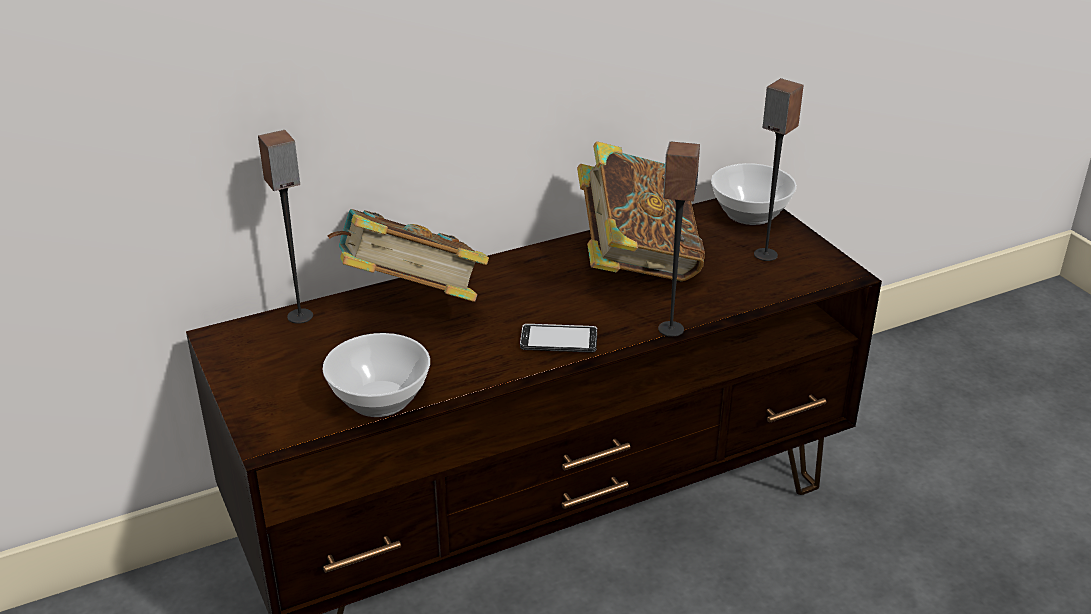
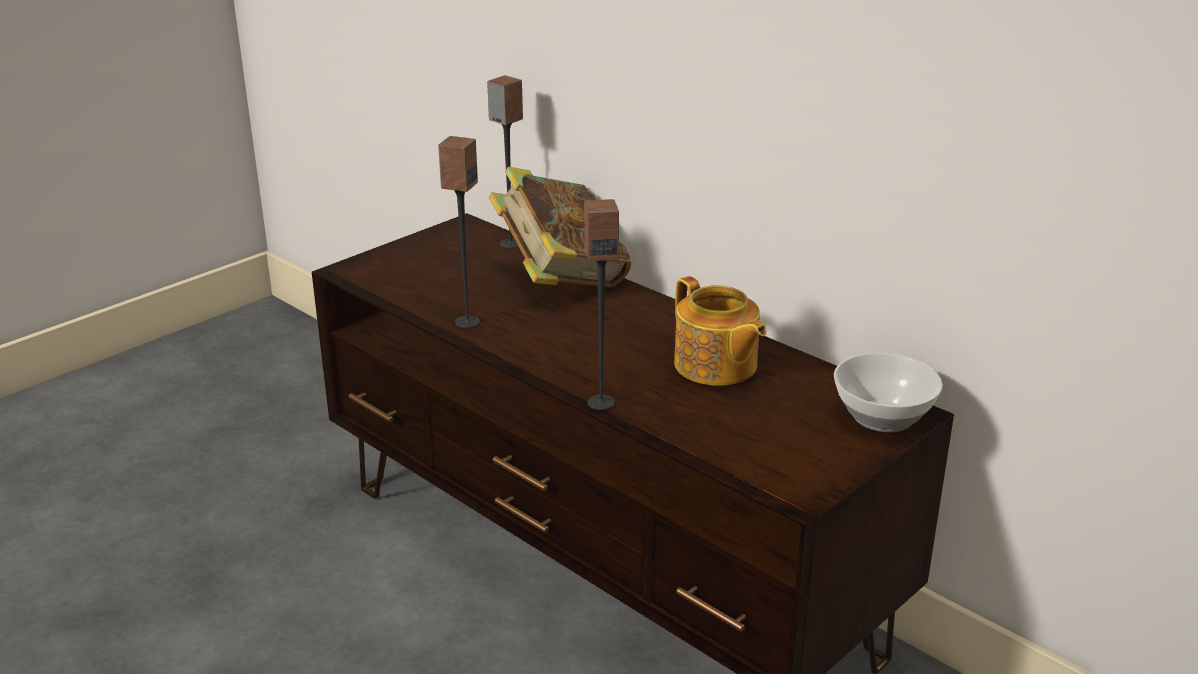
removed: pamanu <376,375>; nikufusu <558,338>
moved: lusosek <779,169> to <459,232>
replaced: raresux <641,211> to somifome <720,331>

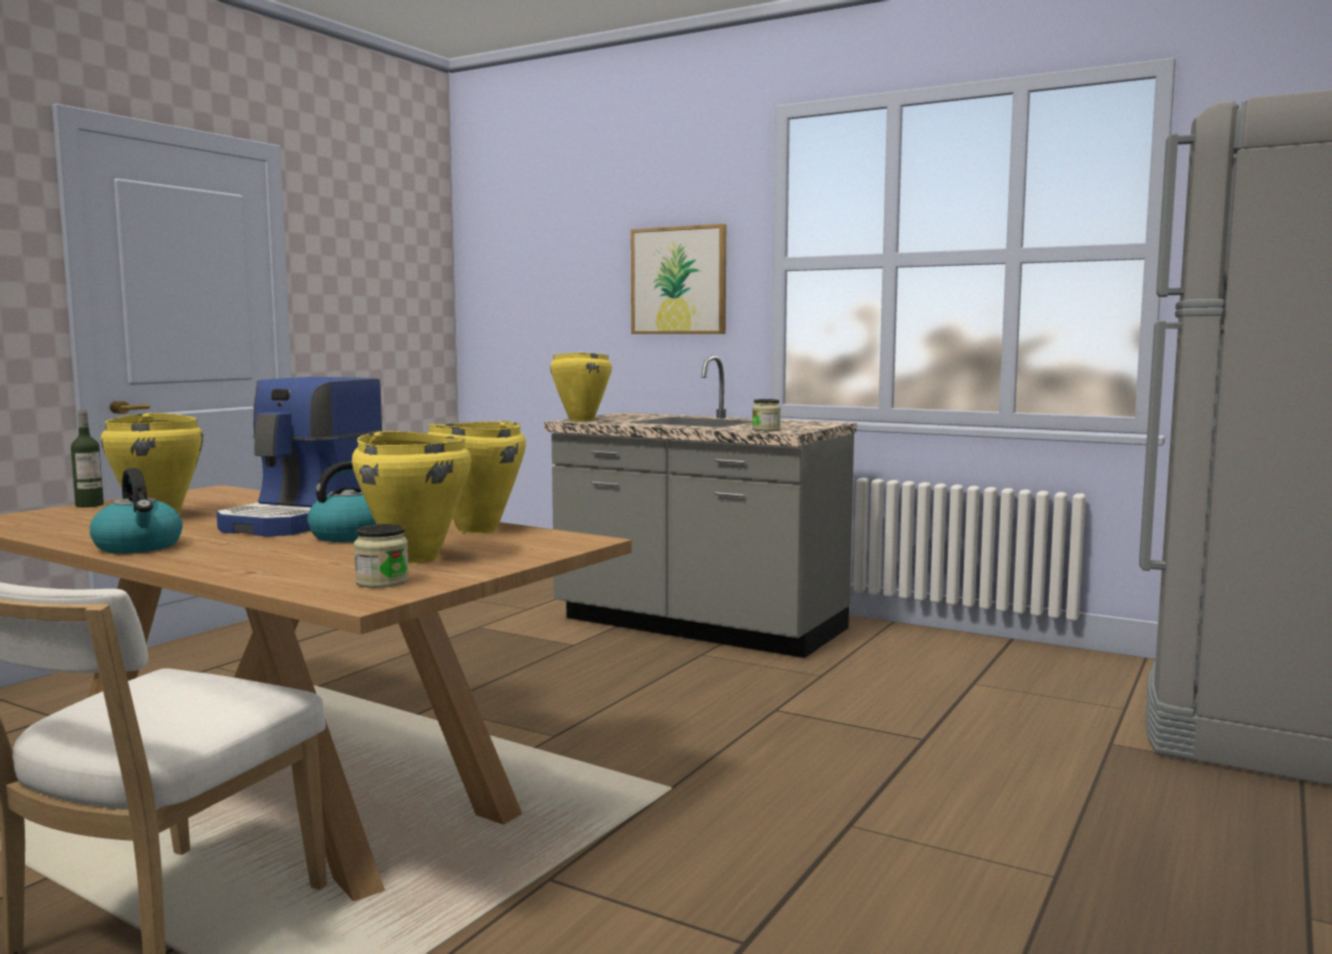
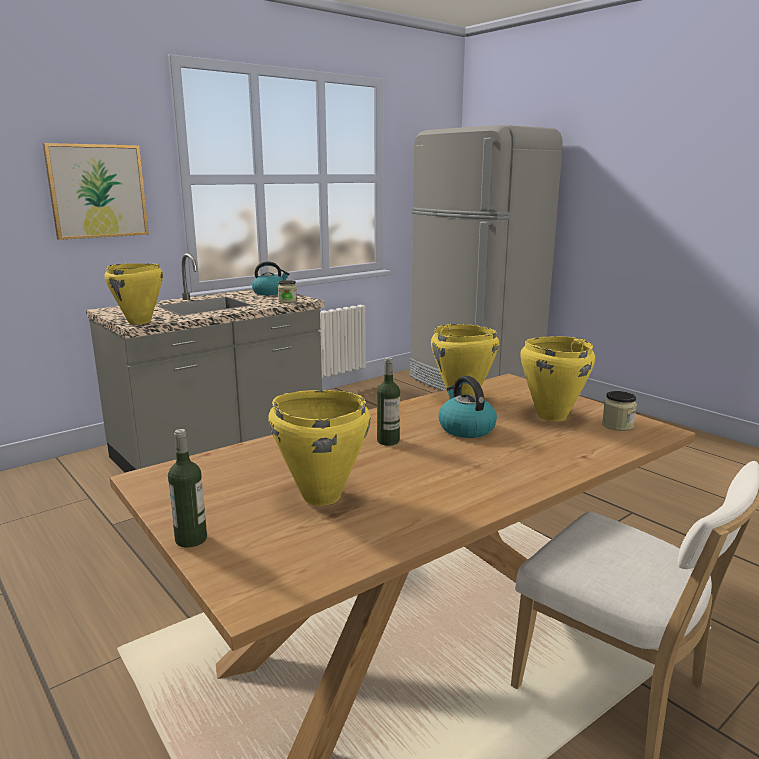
moved: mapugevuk <136,510> to <270,278>
replaced: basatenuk <300,456> to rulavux <388,402>

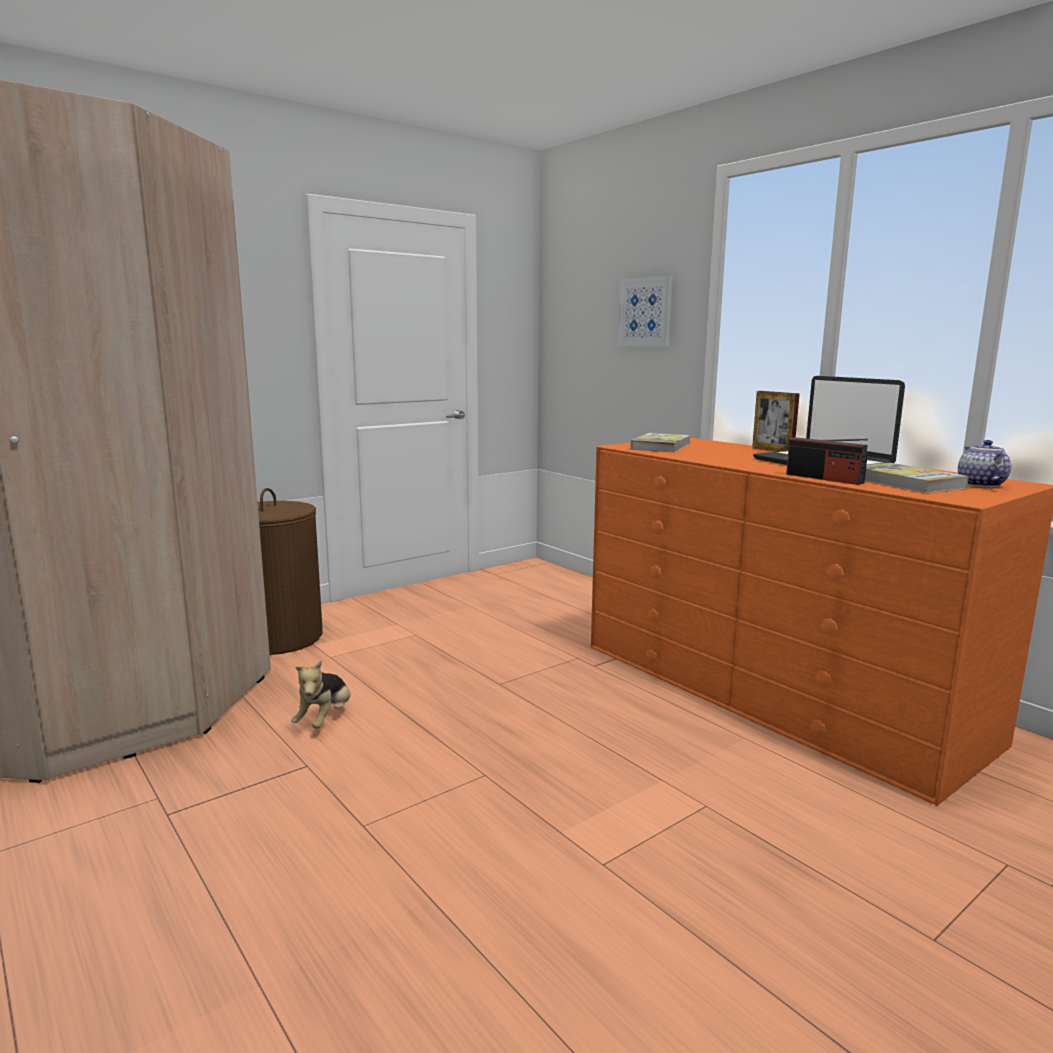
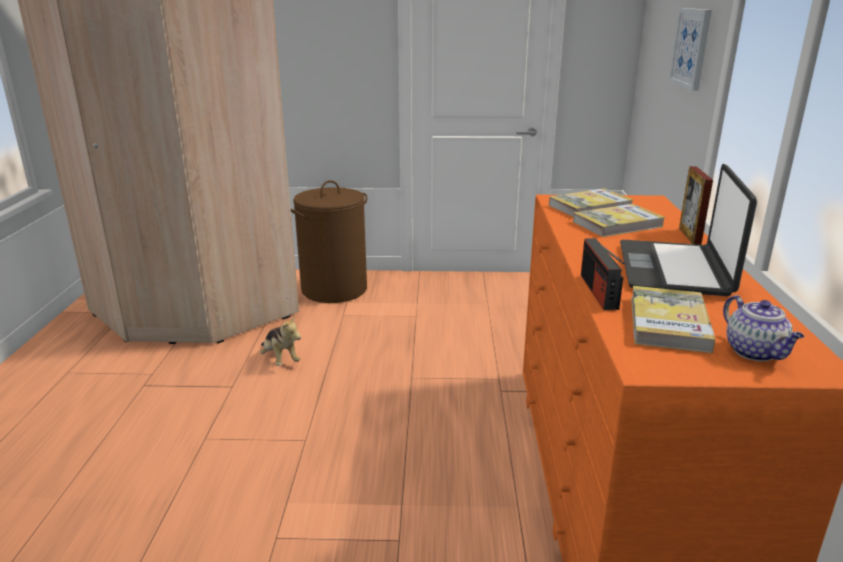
added: raresux <619,220>
turned: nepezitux <320,694> = <280,340> 90 degrees counterclockwise; somifome <984,463> = <763,328> 120 degrees clockwise

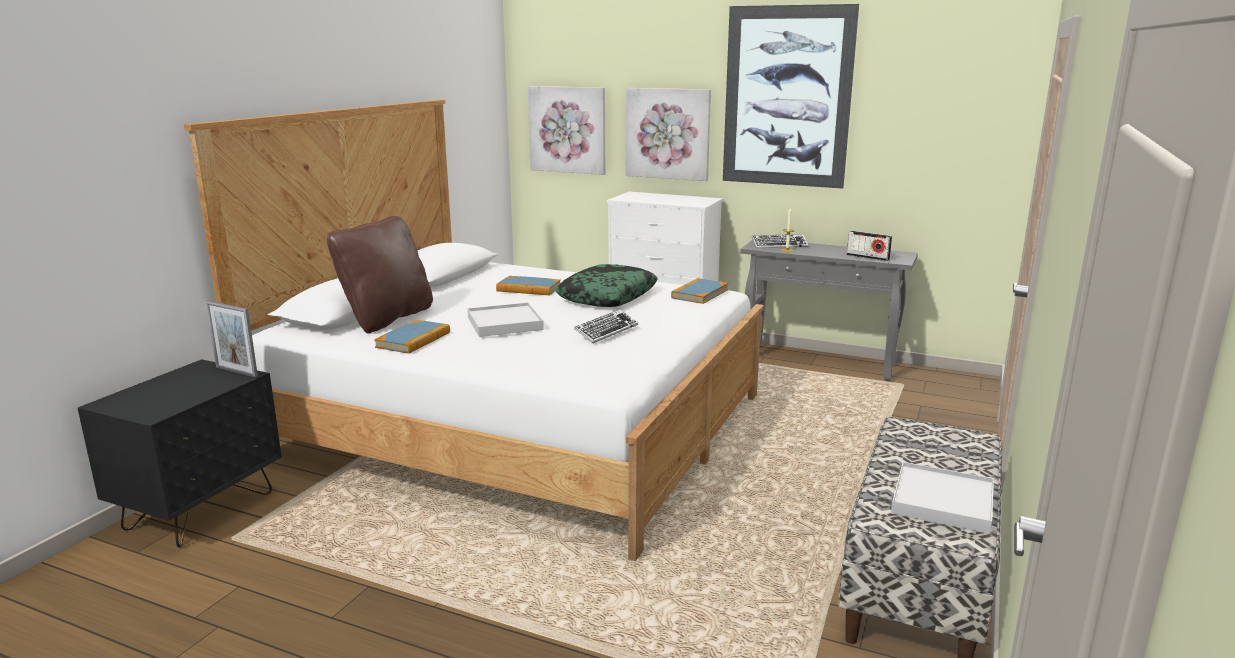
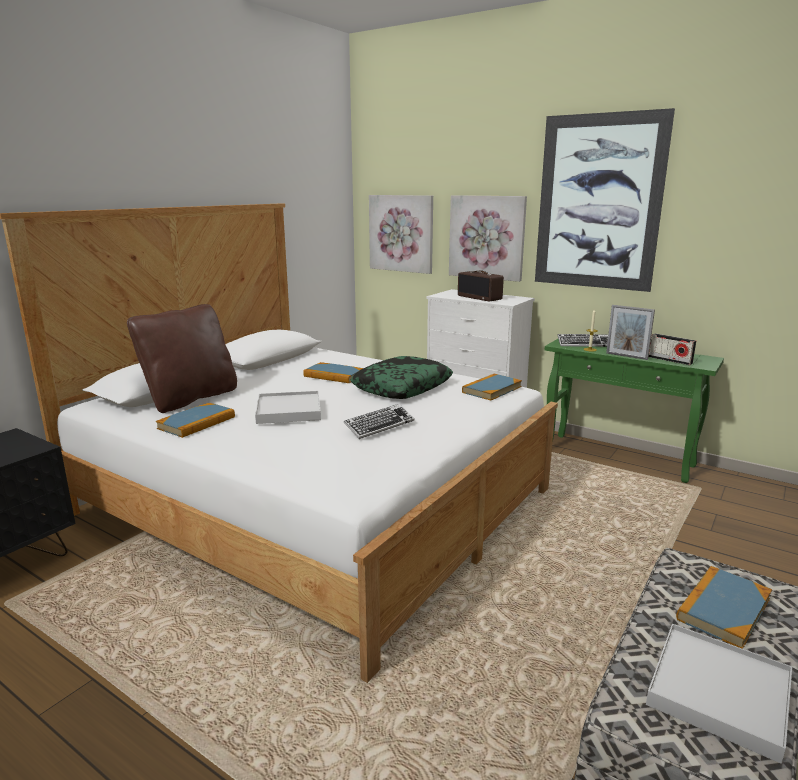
added: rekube <481,285>; raresux <724,607>
moved: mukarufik <231,339> to <630,332>
recoloured: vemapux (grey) <829,310> to vemapux (green) <634,411>

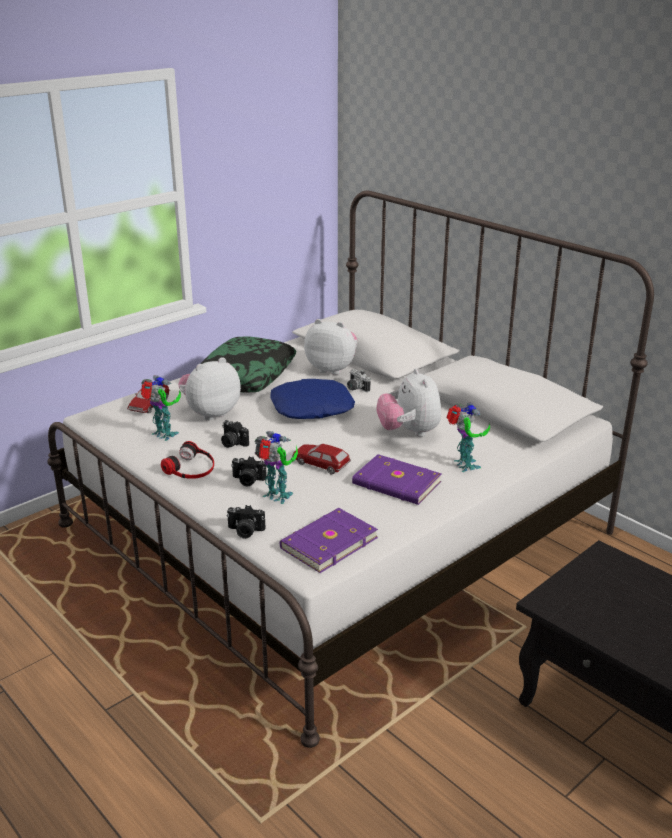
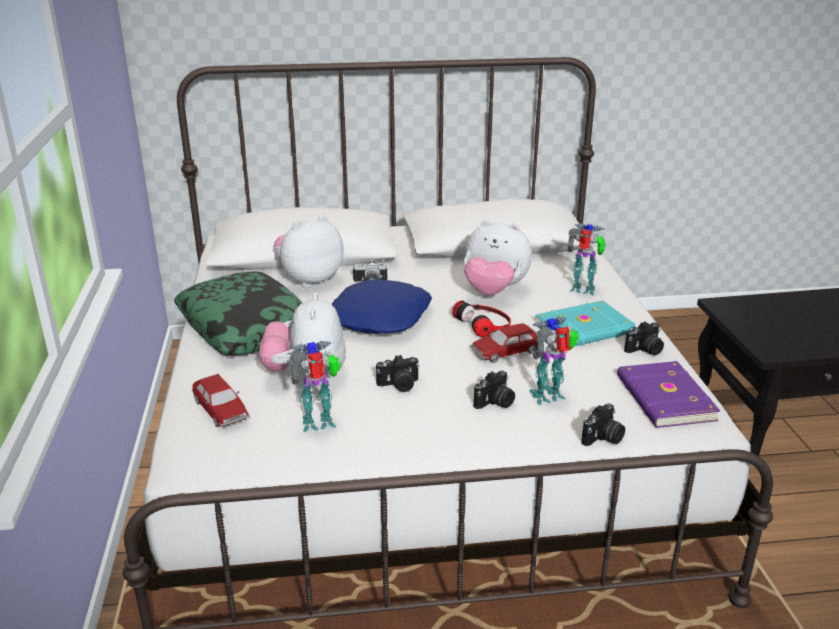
added: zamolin <644,338>
moved: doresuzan <187,460> to <481,318>
recoloured: raresux (purple) <397,479> to raresux (turquoise) <584,323>

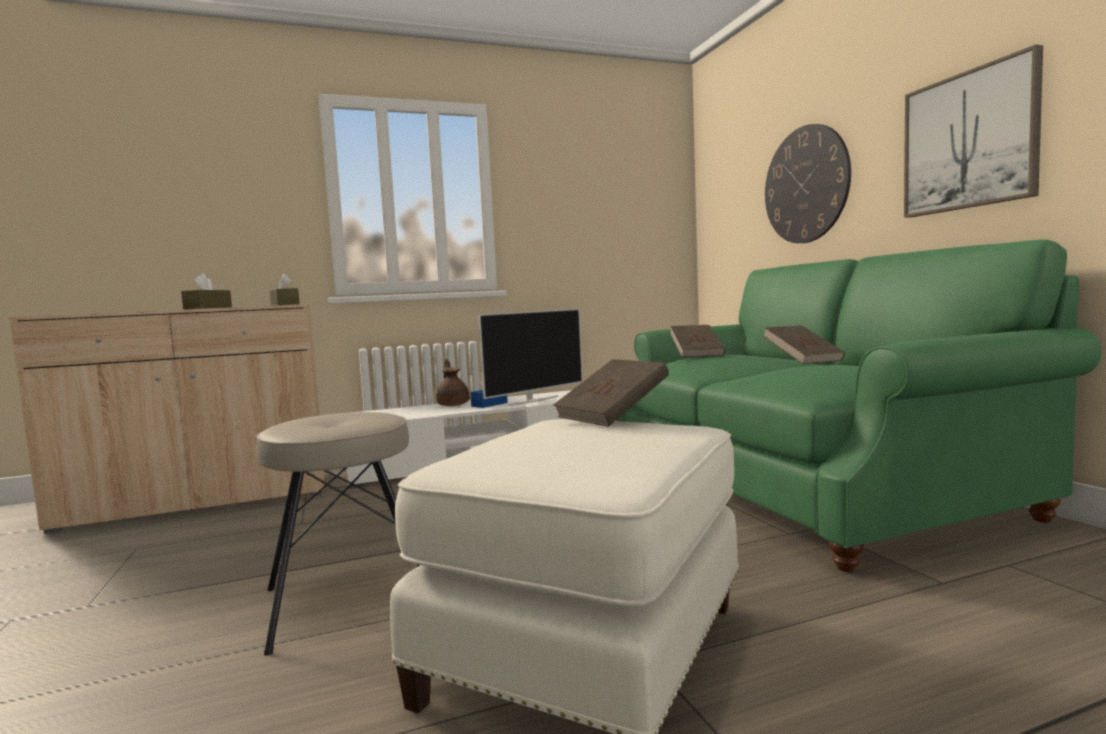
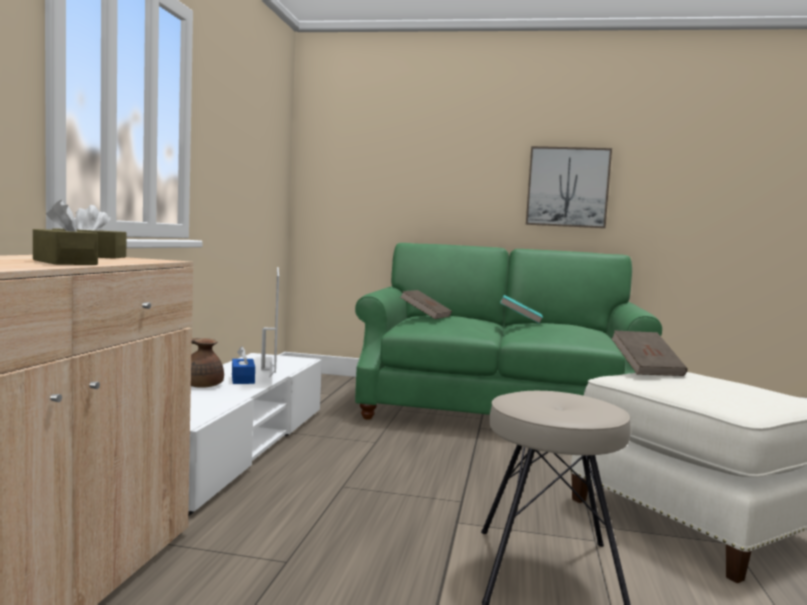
removed: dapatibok <808,183>
recoloured: raresux (brown) <804,344> to raresux (turquoise) <521,309>

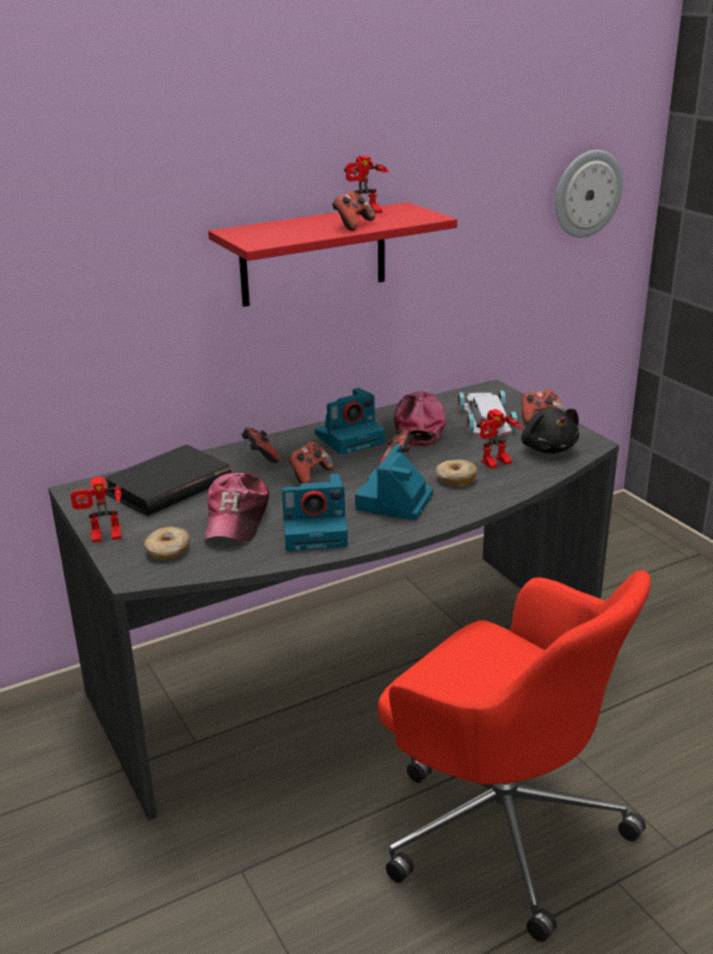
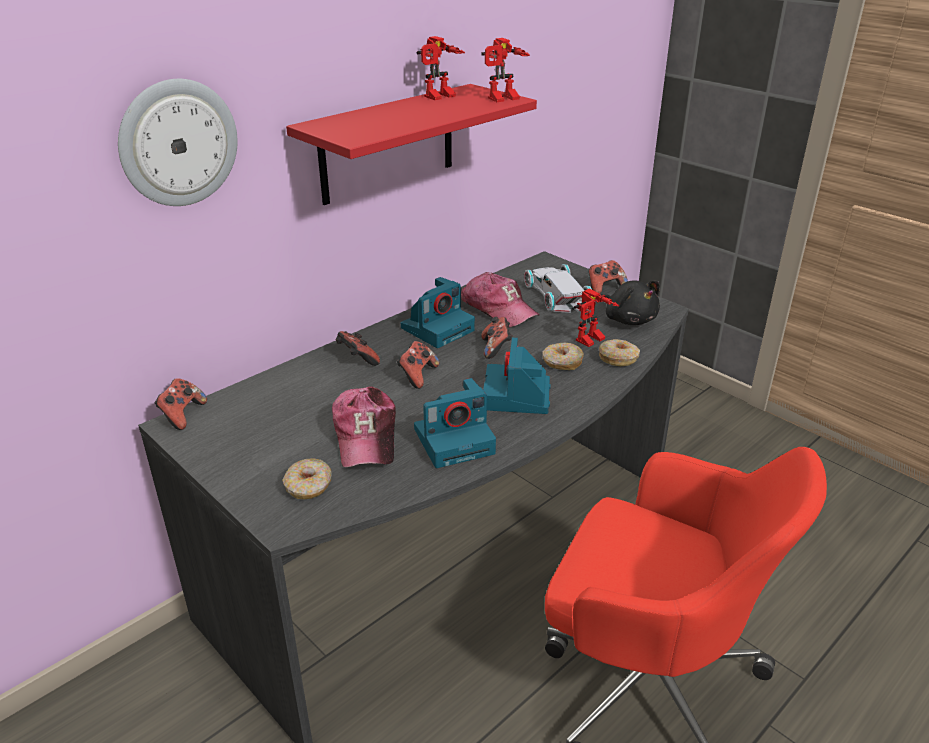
removed: raresux (black) <168,480>
added: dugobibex <619,352>
moved: dapatibok <589,194> to <178,142>; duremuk <353,211> to <181,404>; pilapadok <97,509> to <505,70>
turned: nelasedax <420,419> = <500,300> 150 degrees clockwise

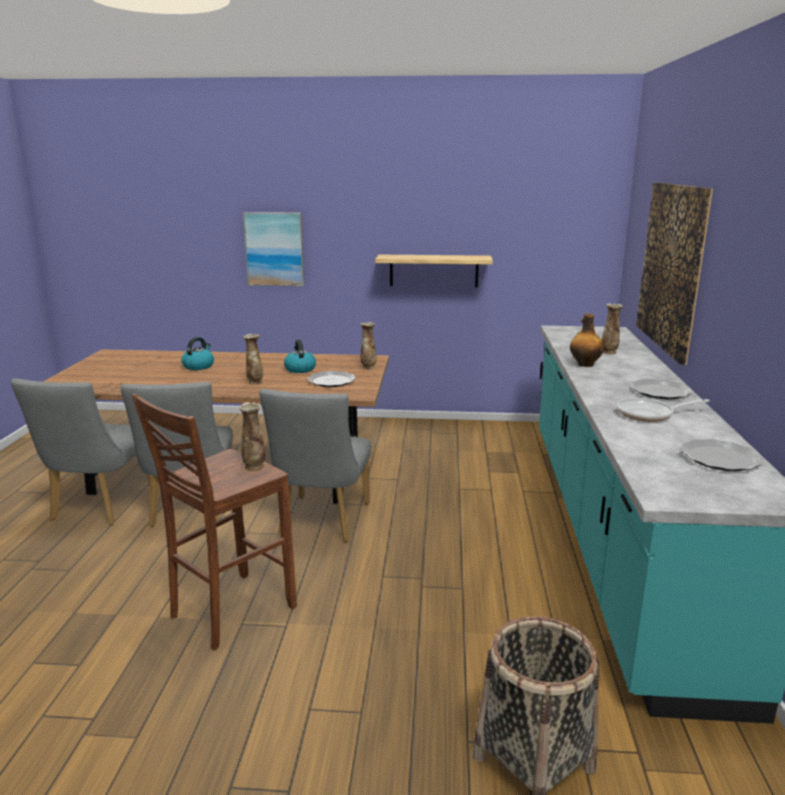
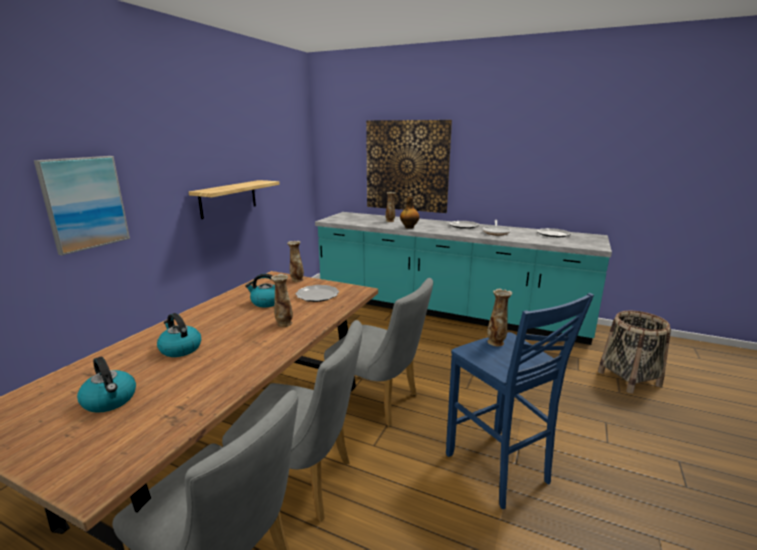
added: mapugevuk <106,385>
recoloured: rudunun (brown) <214,521> to rudunun (blue) <520,401>

